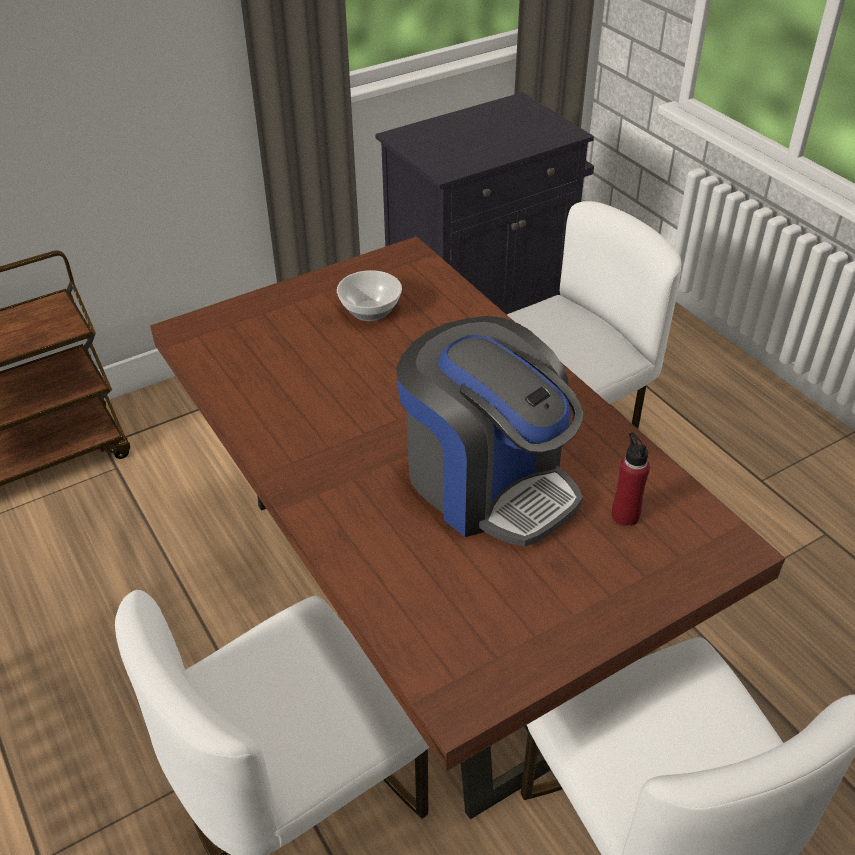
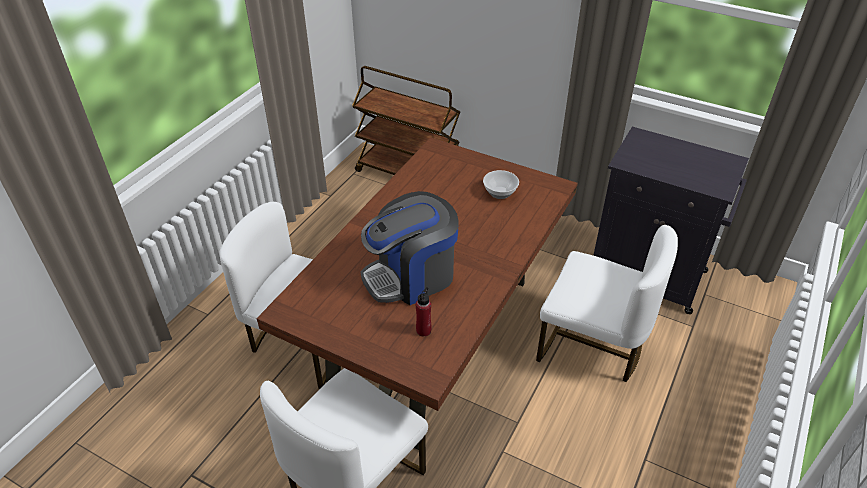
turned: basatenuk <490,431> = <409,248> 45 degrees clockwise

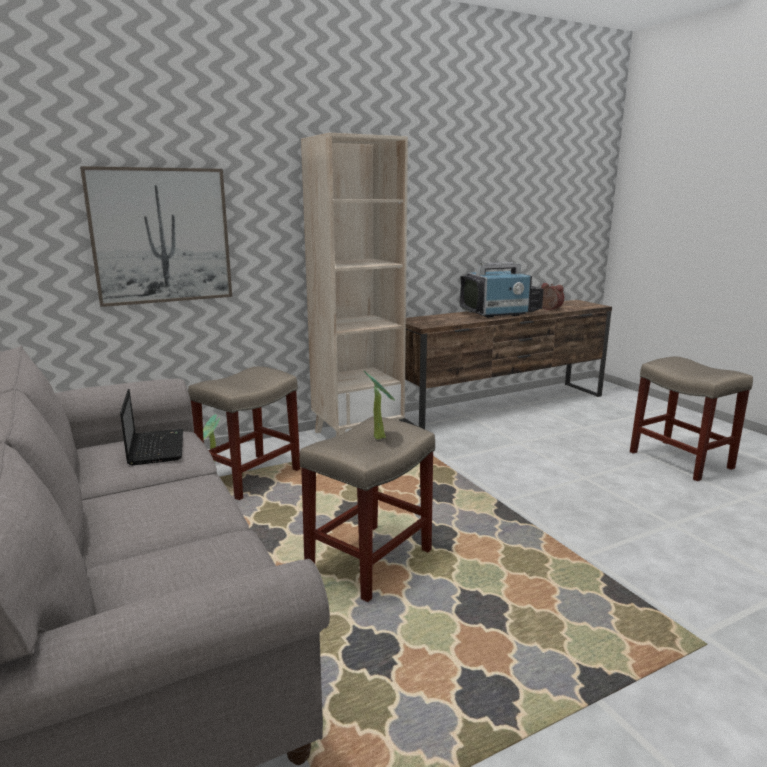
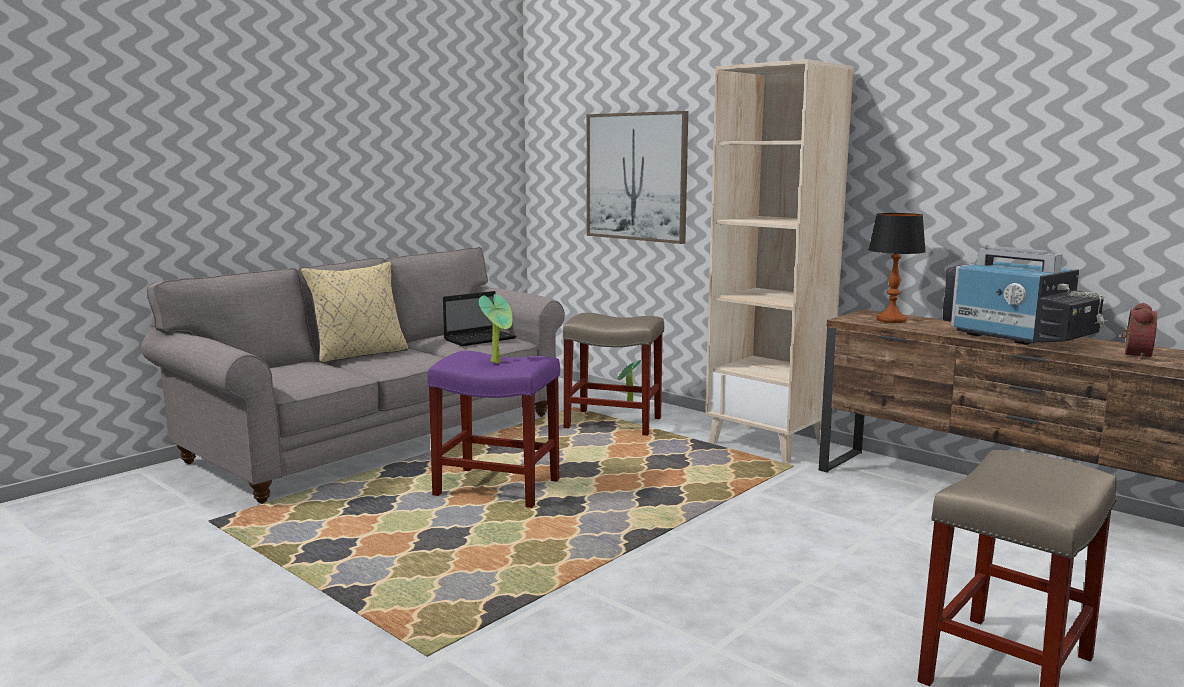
added: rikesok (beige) <354,312>; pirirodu <897,268>
recoloured: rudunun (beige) <367,509> to rudunun (purple) <493,429>

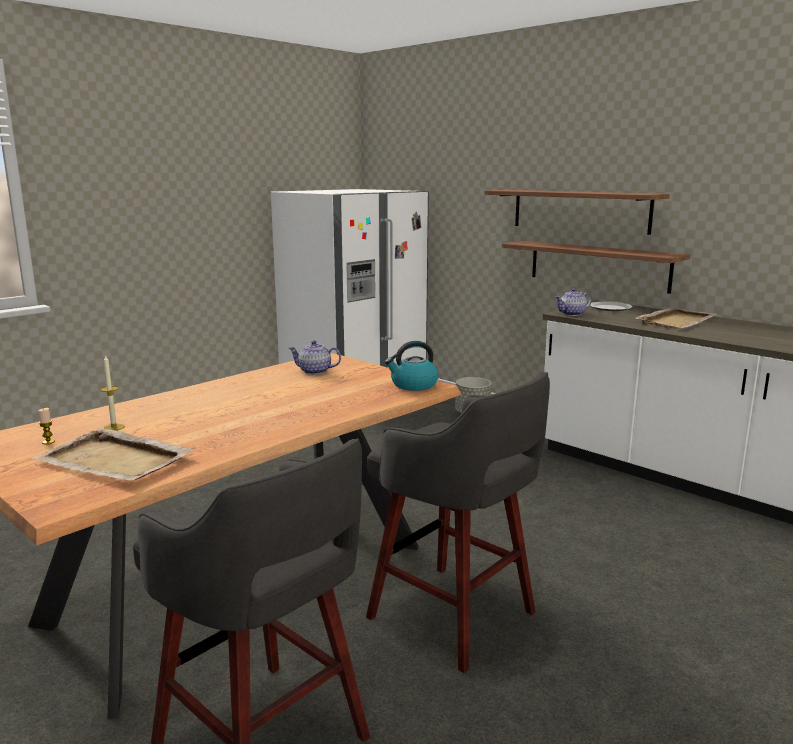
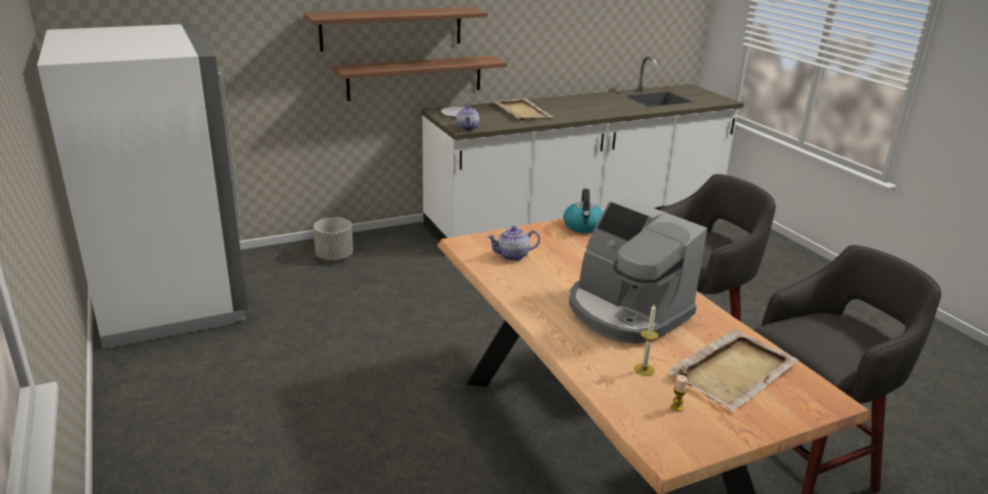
added: basatenuk <638,271>
turned: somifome <314,357> = <513,243> 45 degrees clockwise

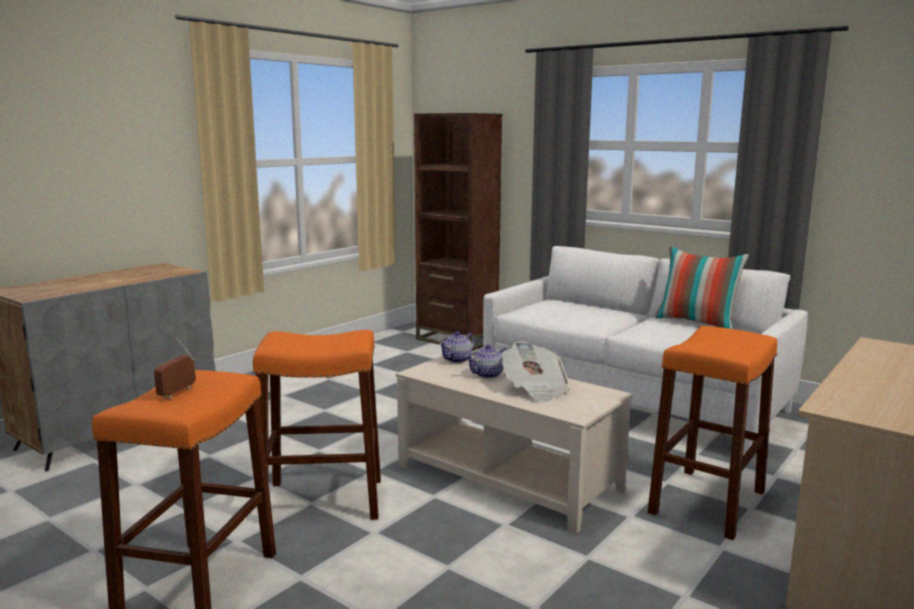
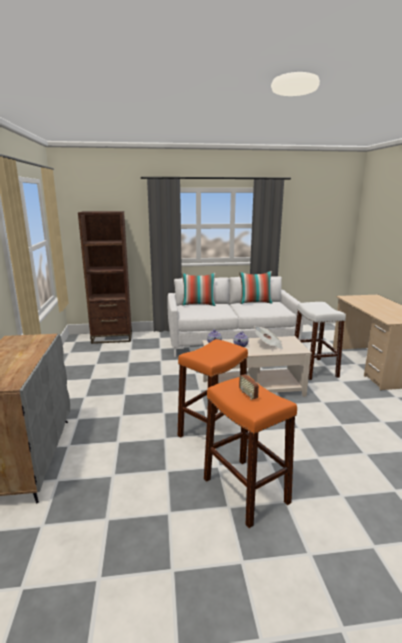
added: rikesok <199,289>
recoloured: rudunun (orange) <712,433> to rudunun (white) <320,341>

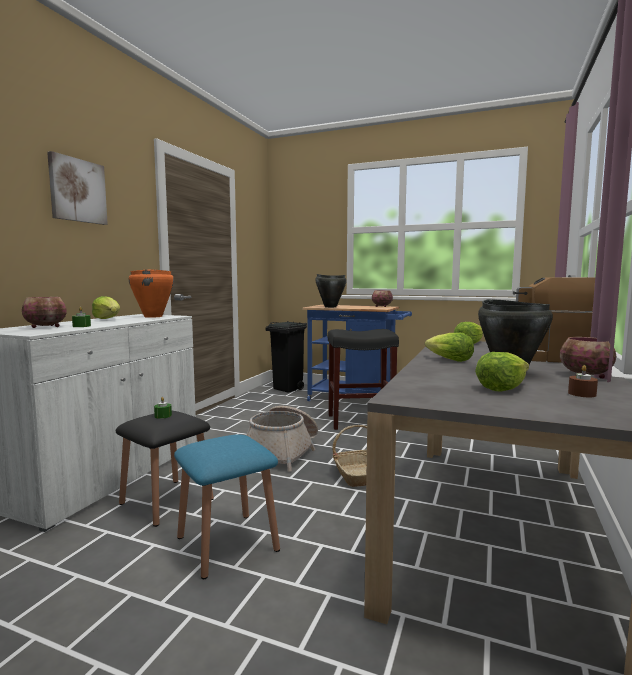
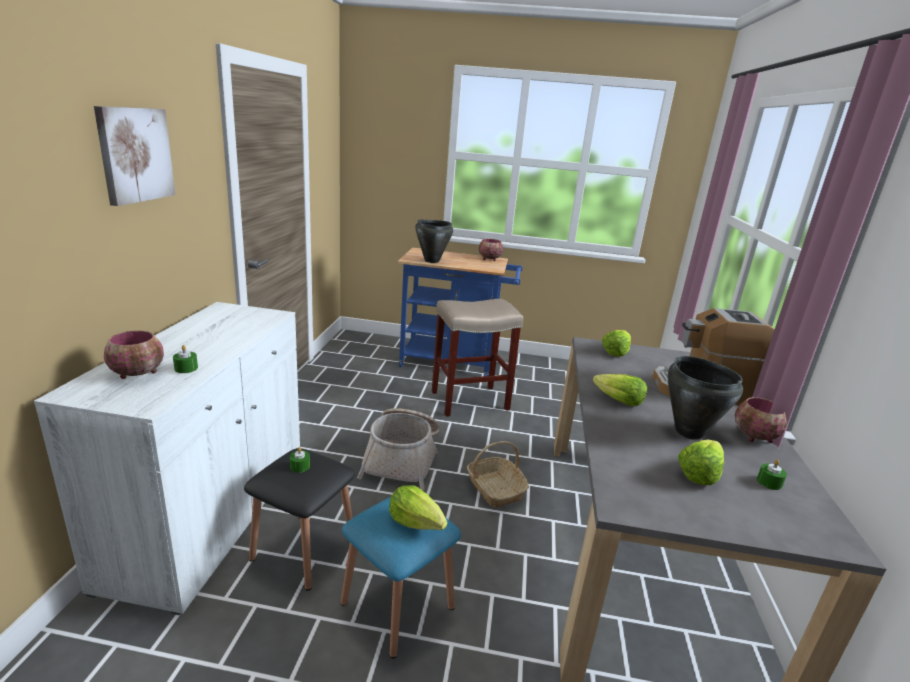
removed: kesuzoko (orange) <151,293>; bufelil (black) <286,357>
moved: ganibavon <106,307> to <418,507>
recoloured: rudunun (black) <363,379> to rudunun (beige) <477,358>; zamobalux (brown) <583,381> to zamobalux (green) <772,475>

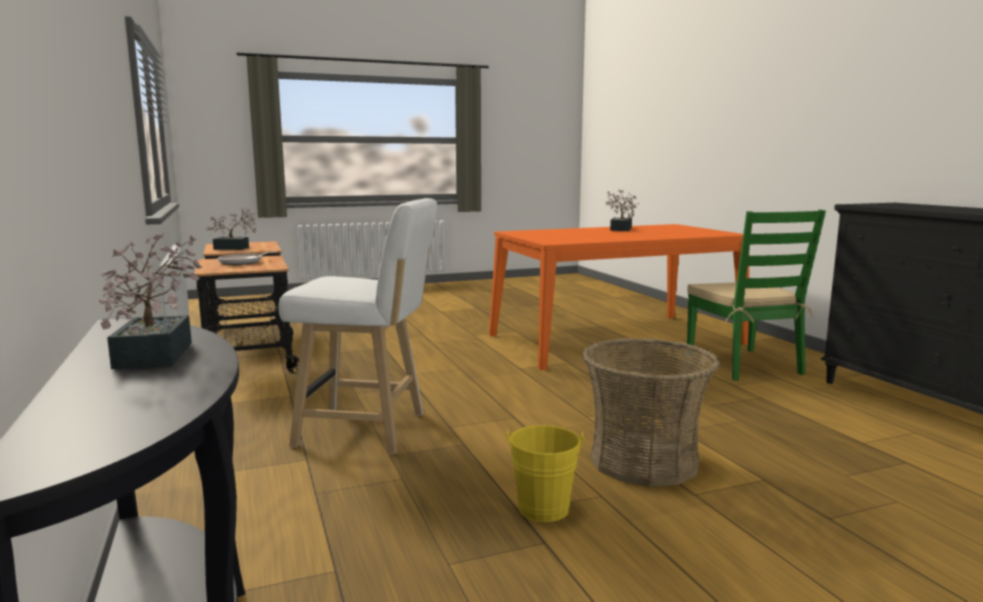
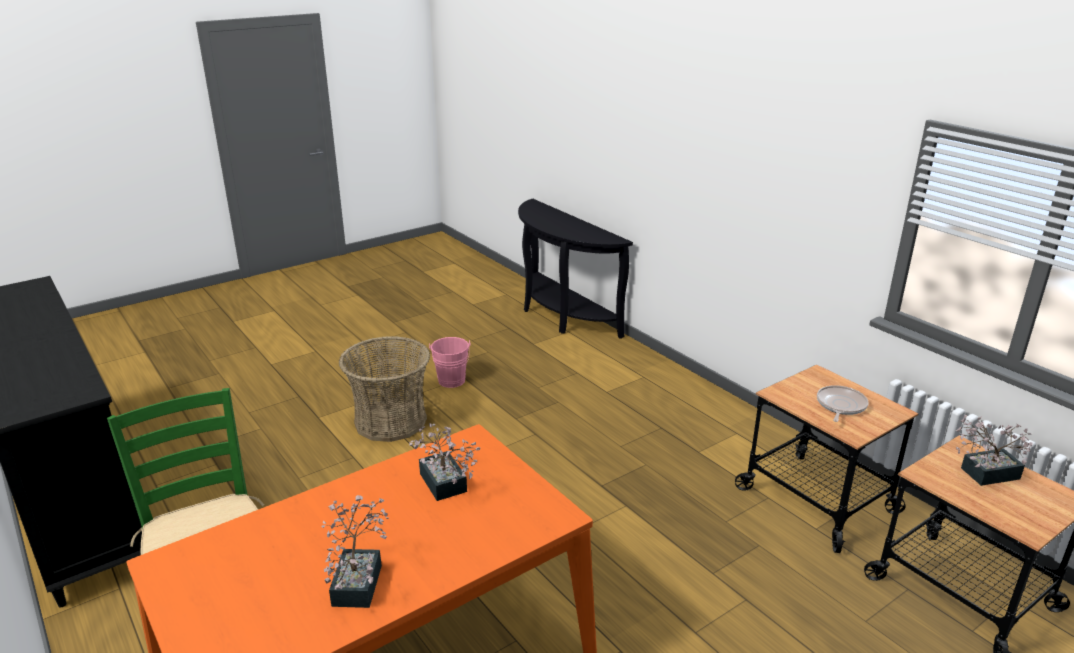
removed: rudunun (white) <357,326>
moved: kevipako <150,300> to <444,462>
recoloured: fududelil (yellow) <545,473> to fududelil (pink) <450,362>

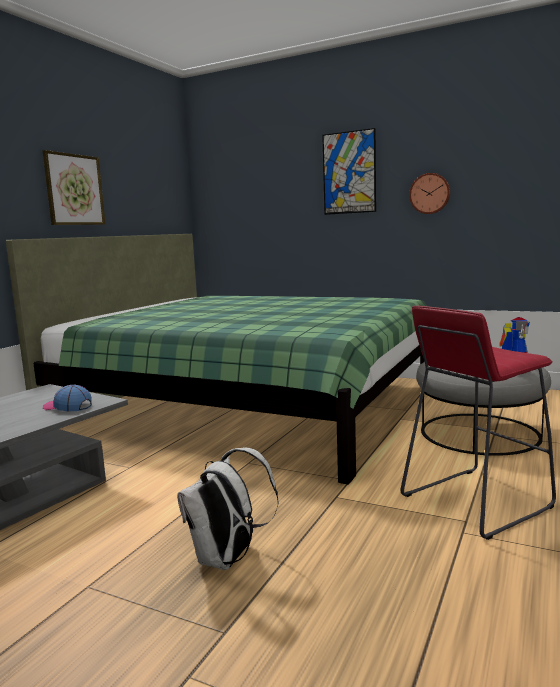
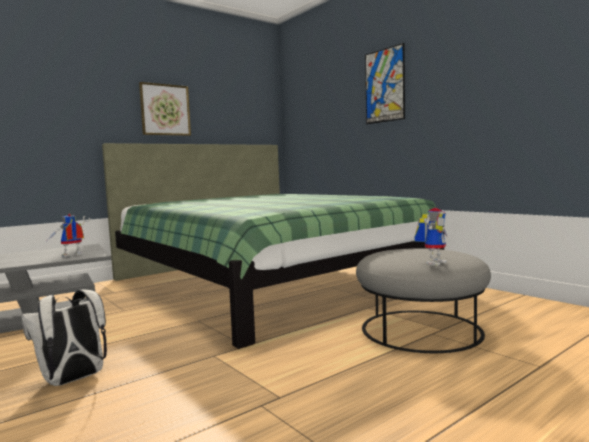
removed: rudunun (red) <478,423>; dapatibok <429,193>
replaced: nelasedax <67,398> to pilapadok <69,235>

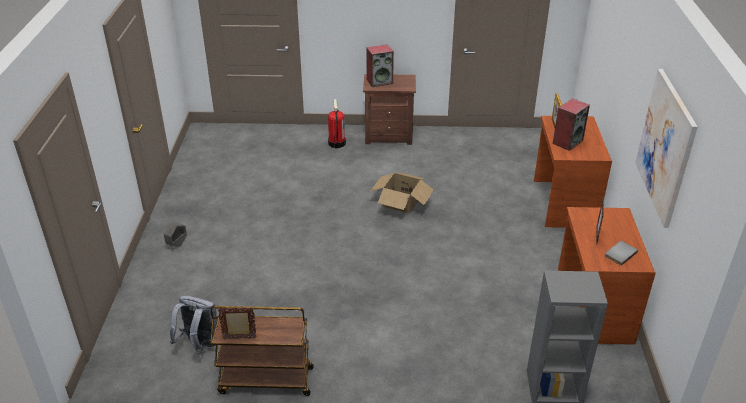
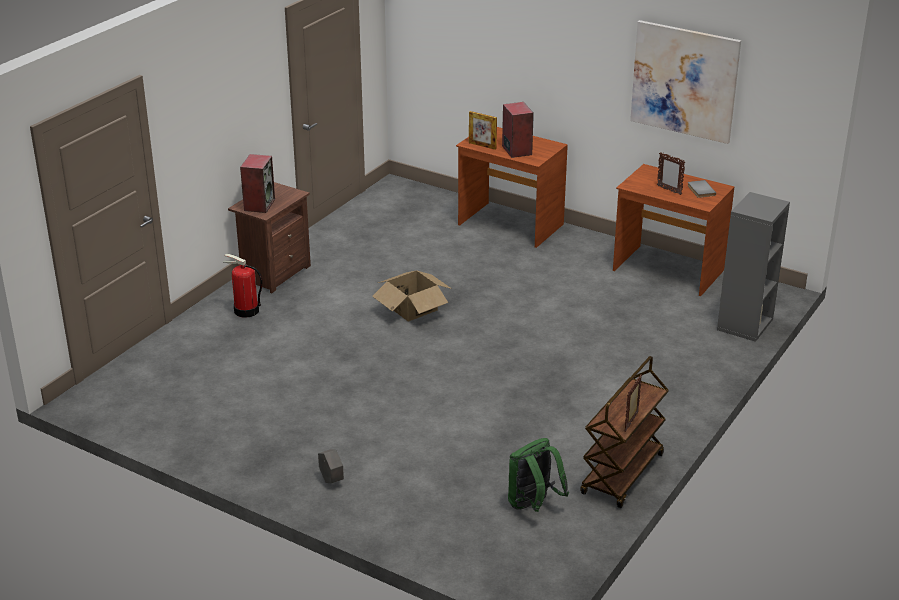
recoloured: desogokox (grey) <193,325> to desogokox (green) <538,475>

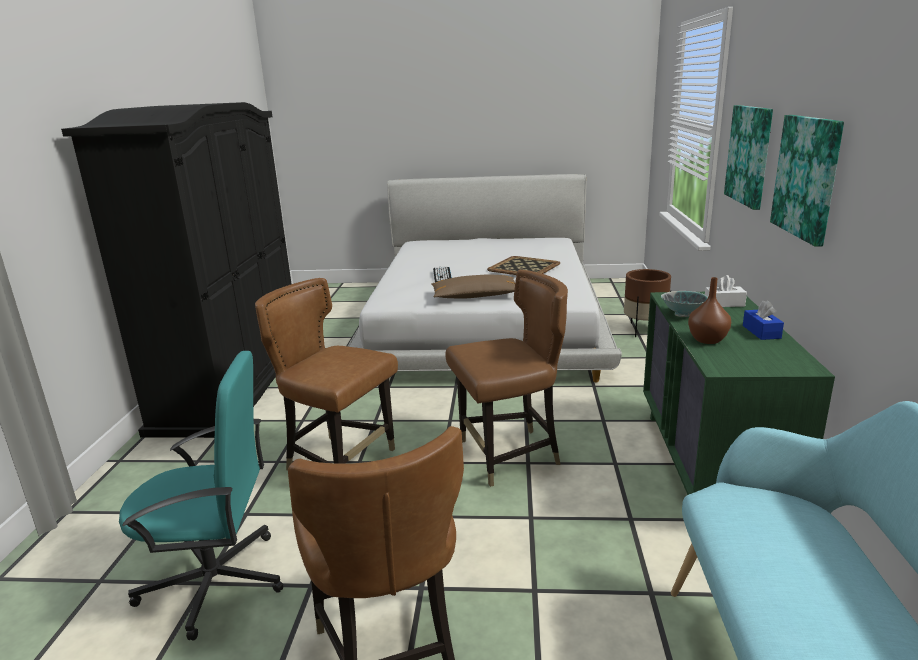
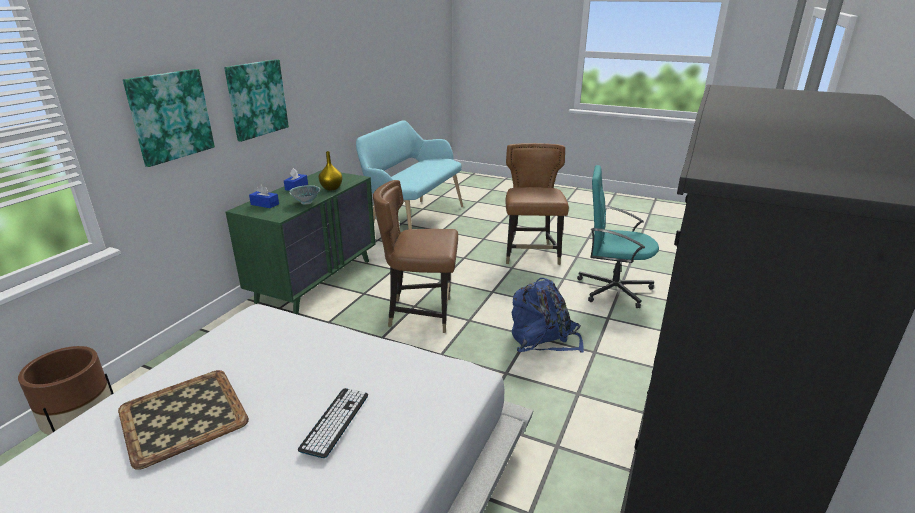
removed: rikesok (brown) <473,286>
replaced: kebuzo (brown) <326,374> to desogokox (blue) <547,315>
recoloured: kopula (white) <726,291> to kopula (blue) <264,196>; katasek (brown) <709,310> to katasek (yellow) <330,171>

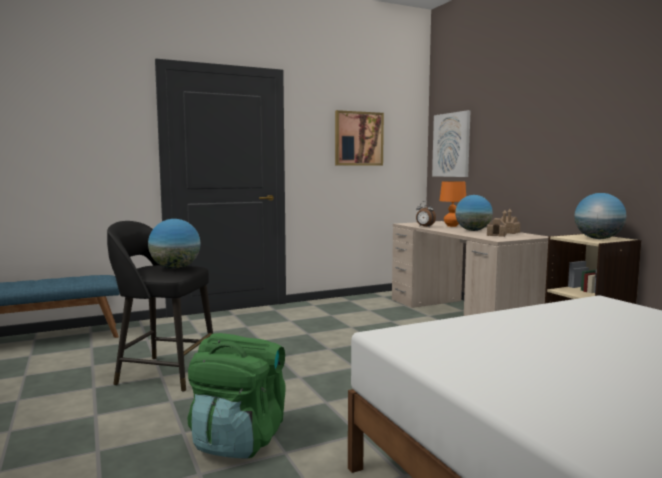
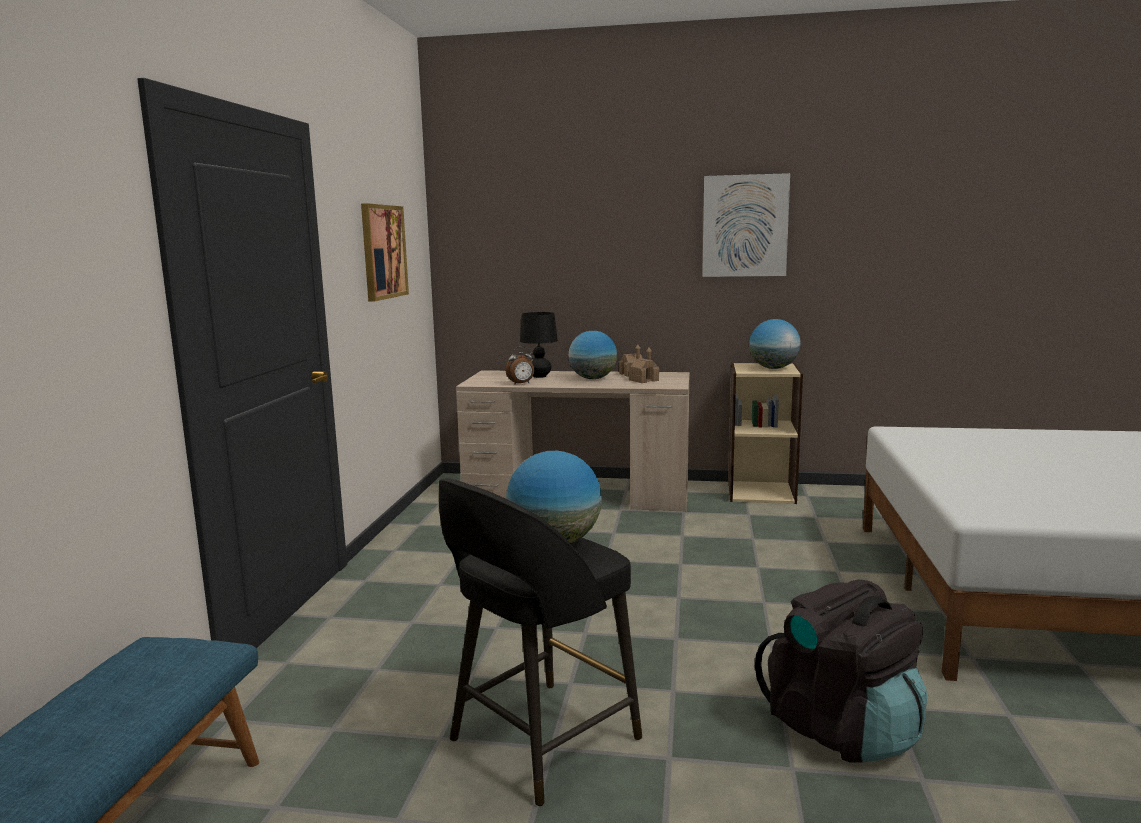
moved: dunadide <451,143> to <746,225>
recoloured: pirirodu (orange) <452,204> to pirirodu (black) <539,345>; desogokox (green) <236,396> to desogokox (black) <841,670>

